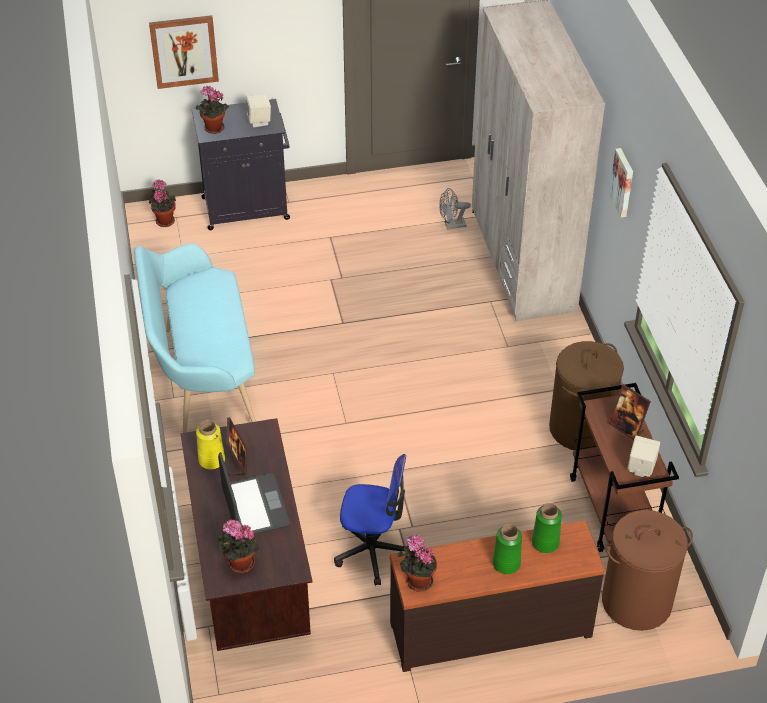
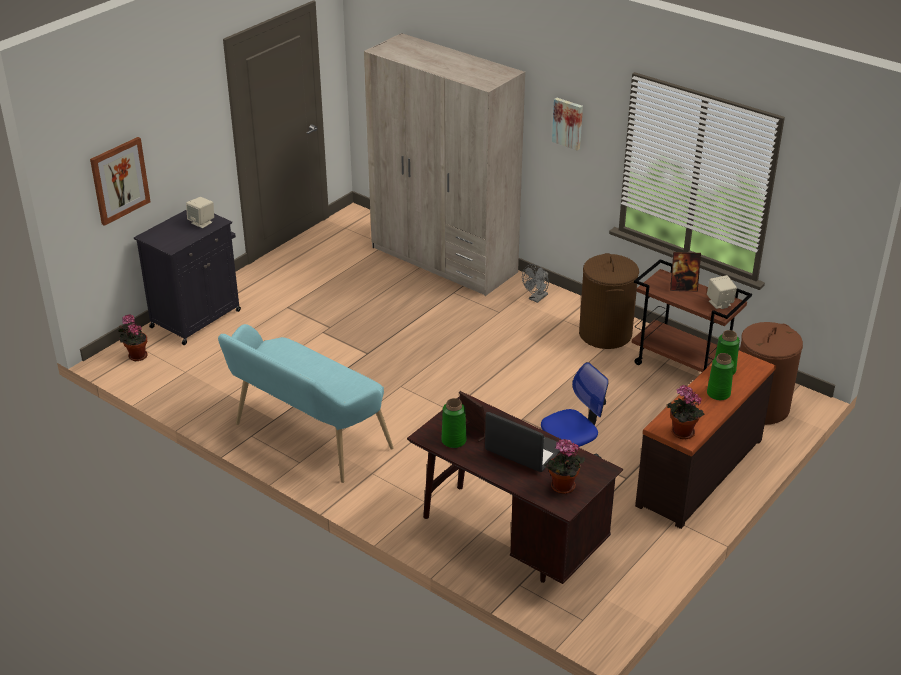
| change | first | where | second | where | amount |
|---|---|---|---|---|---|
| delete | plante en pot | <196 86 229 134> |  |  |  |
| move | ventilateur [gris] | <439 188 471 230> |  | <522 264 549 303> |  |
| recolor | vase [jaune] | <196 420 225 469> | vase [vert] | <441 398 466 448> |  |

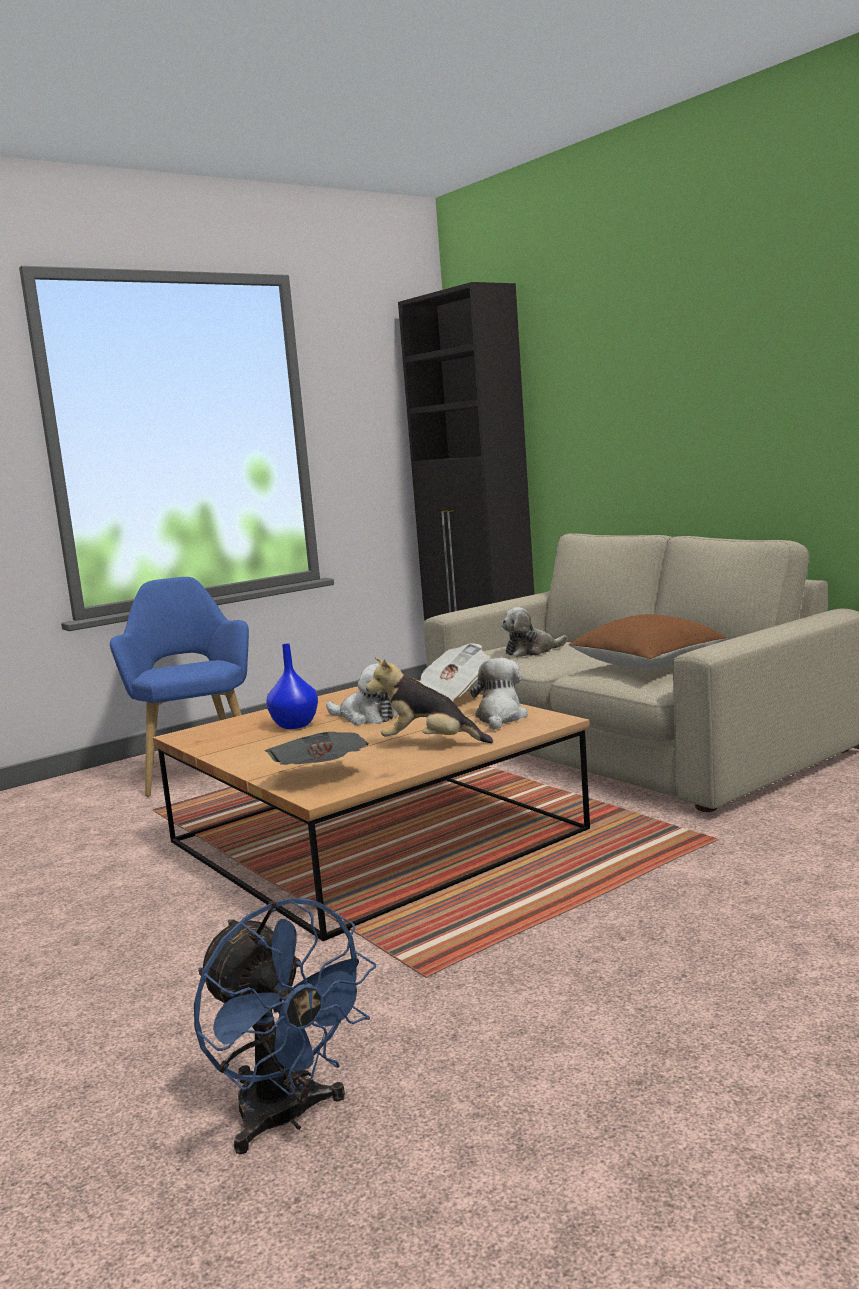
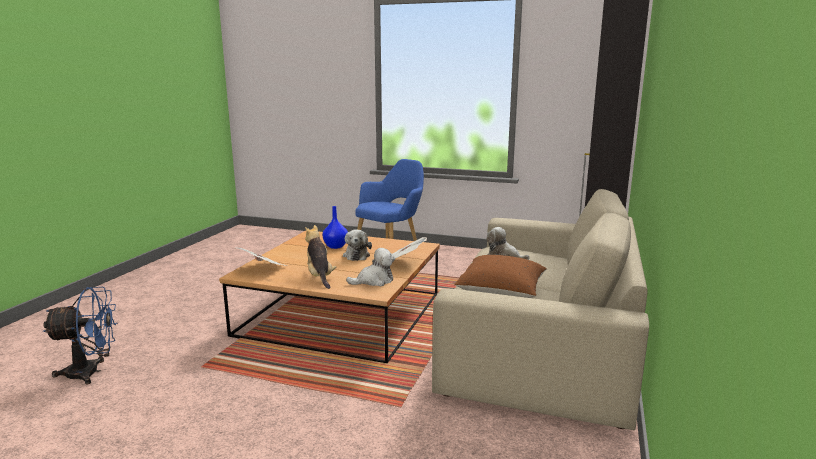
| change | first | where | second | where | amount |
|---|---|---|---|---|---|
| rotate | ventilateur [bleu] | <194 898 376 1154> |  | <43 287 117 385> | 120 degrees counterclockwise |

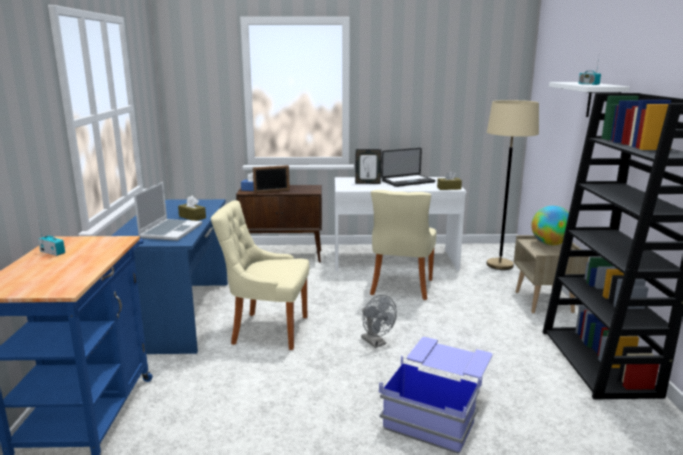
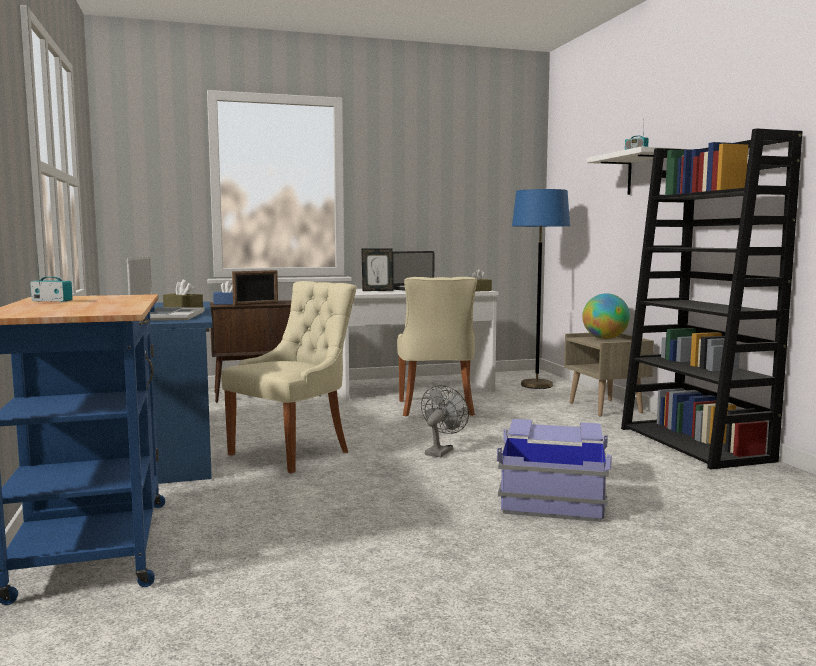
| change | first | where | second | where | amount |
|---|---|---|---|---|---|
| recolor | lampadaire [beige] | <486 100 539 270> | lampadaire [bleu] | <512 189 570 389> |  |
| rotate | chaise [beige] | <211 200 310 350> |  | <221 281 357 473> | 135 degrees clockwise |
| rotate | ventilateur [gris] | <361 295 397 348> |  | <421 385 469 457> | 105 degrees counterclockwise |

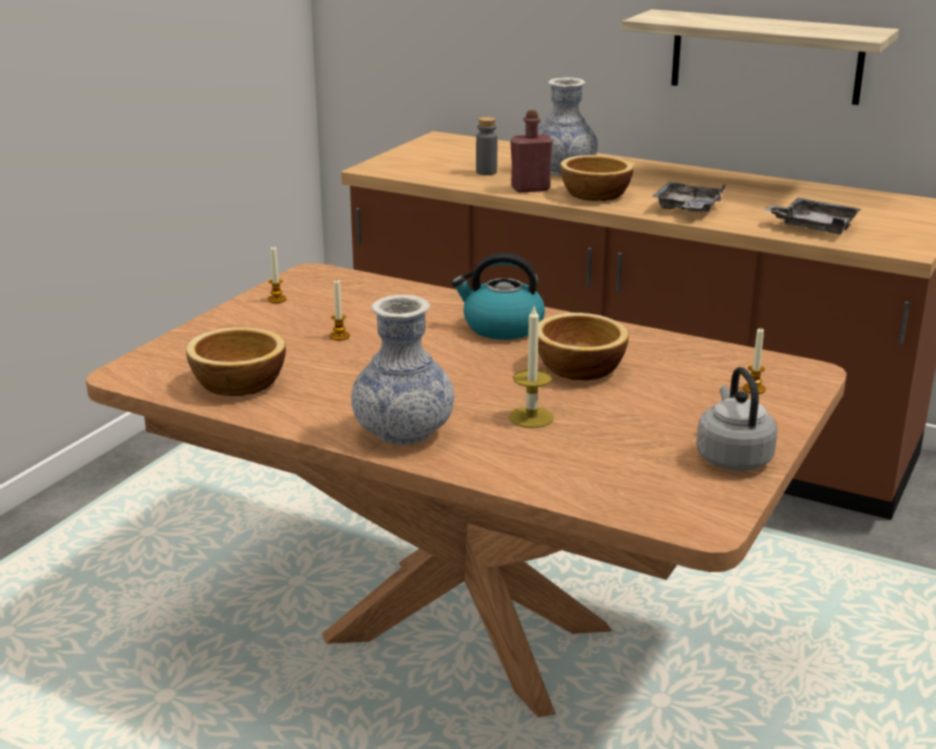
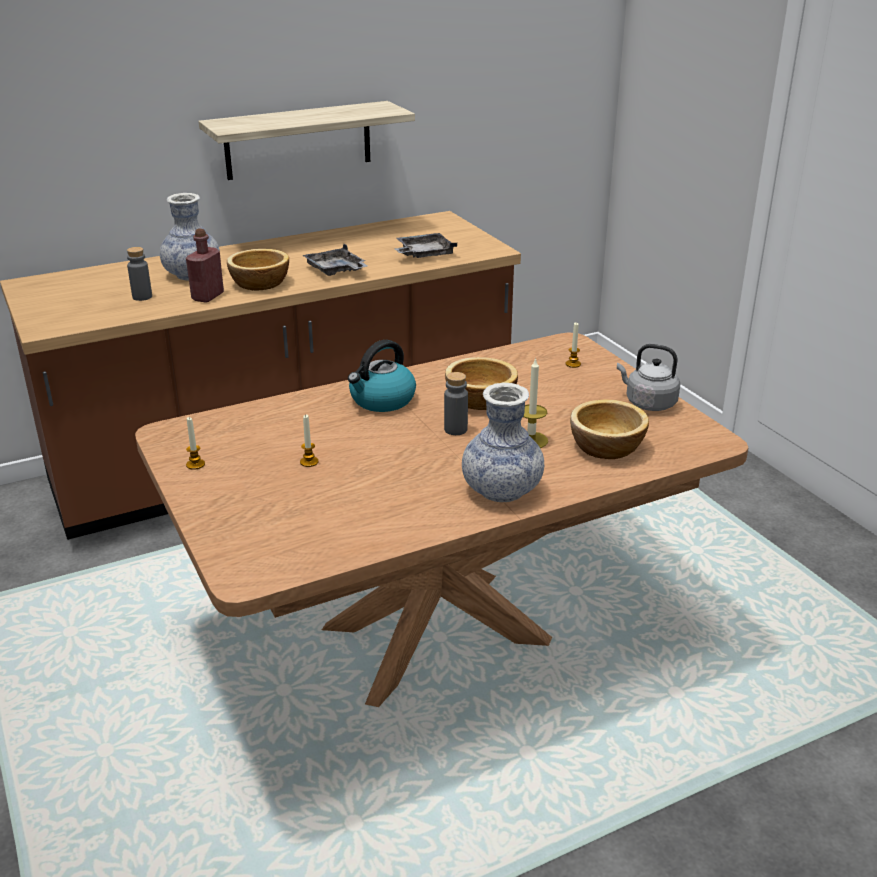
| change | first | where | second | where | amount |
|---|---|---|---|---|---|
| move | bol | <186 327 286 396> |  | <570 400 649 459> |  |
| insert |  |  | bouteille [gris] | <444 372 468 435> |  |

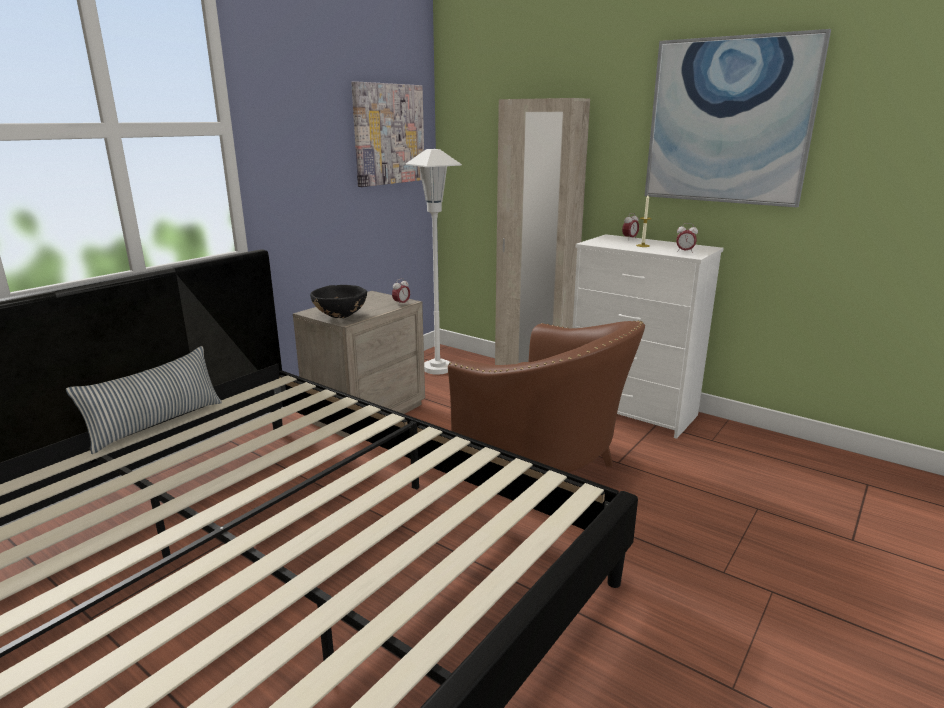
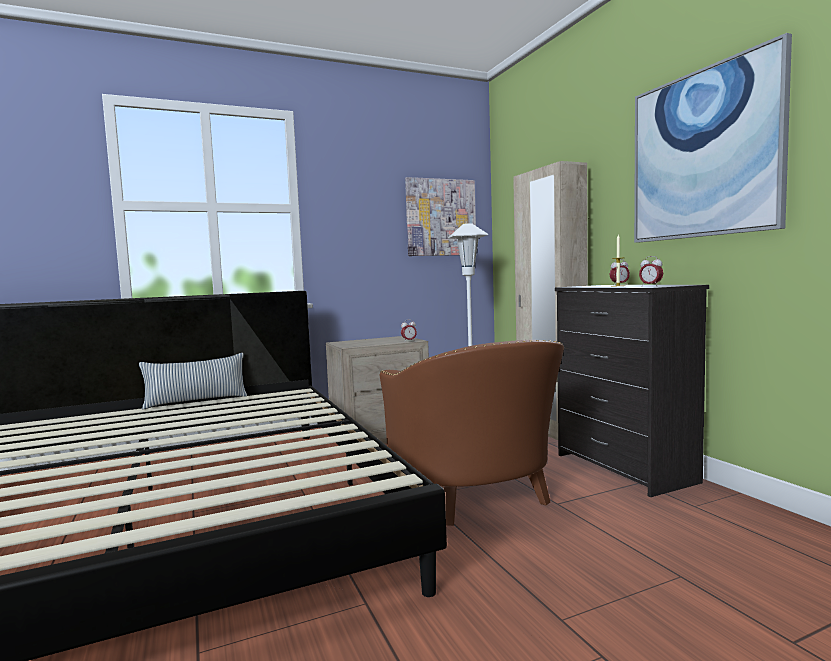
| change | first | where | second | where | amount |
|---|---|---|---|---|---|
| recolor | commode [blanc] | <573 234 724 439> | commode [noir] | <555 285 709 497> |  |
| delete | bol [noir] | <310 285 367 318> |  |  |  |

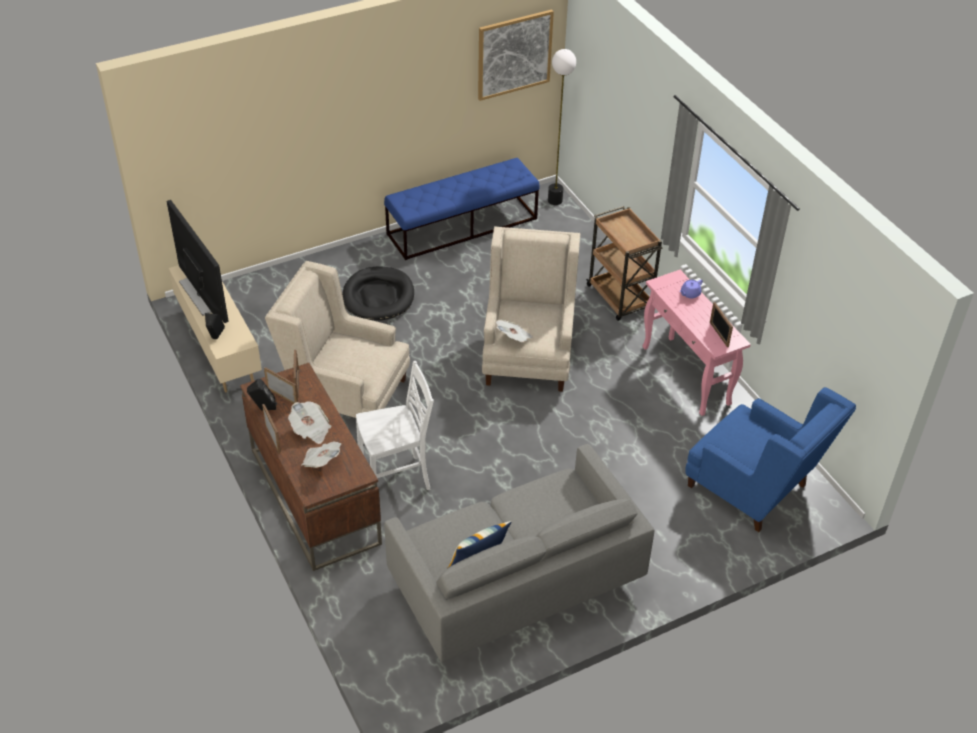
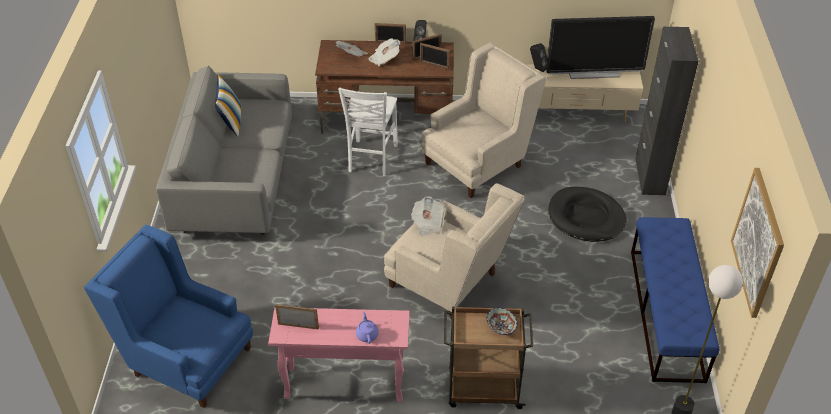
| change | first | where | second | where | amount |
|---|---|---|---|---|---|
| rotate | fauteuil [bleu] | <685 387 856 532> |  | <84 224 253 408> | 45 degrees clockwise |
| insert |  |  | meuble de rangement [noir] | <635 27 699 195> |  |
| insert |  |  | bol | <487 308 518 335> |  |

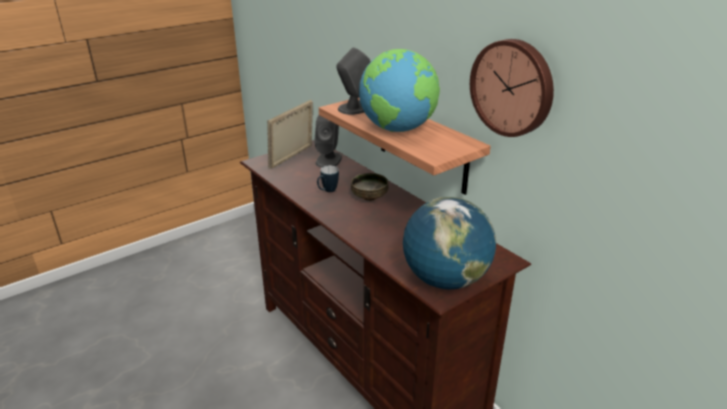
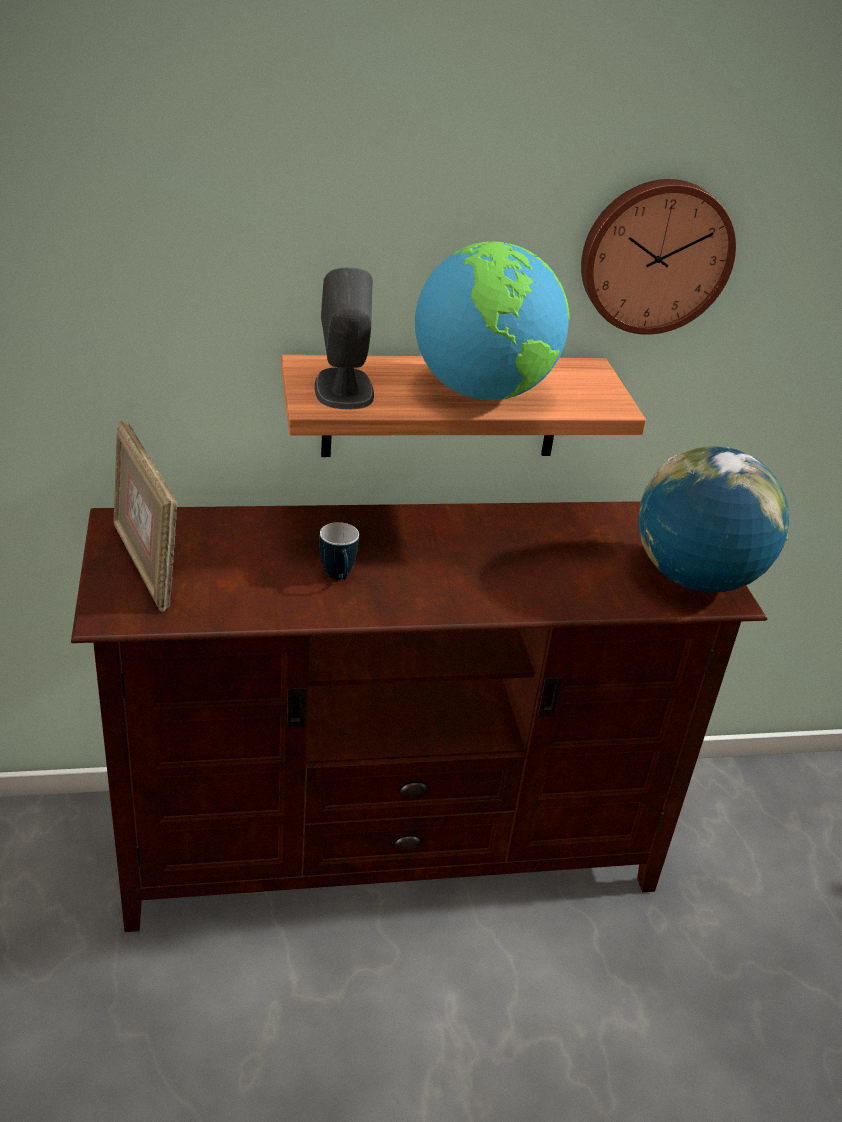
| change | first | where | second | where | amount |
|---|---|---|---|---|---|
| delete | enceinte [gris] | <314 114 342 168> |  |  |  |
| delete | bol | <351 173 389 201> |  |  |  |

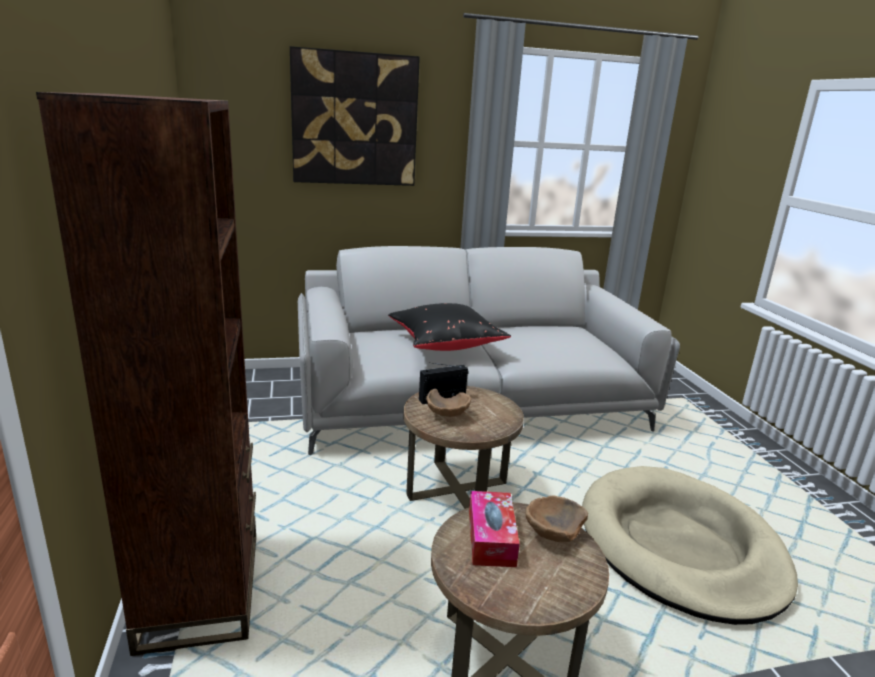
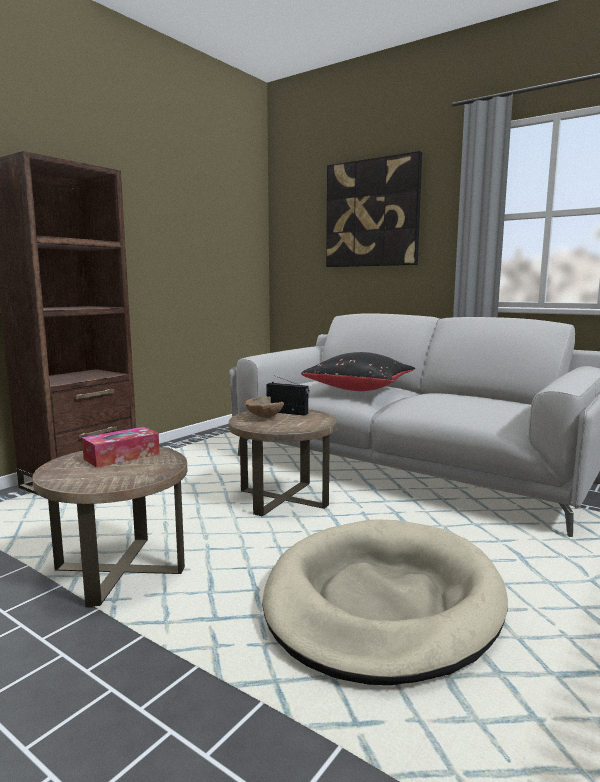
| change | first | where | second | where | amount |
|---|---|---|---|---|---|
| delete | bol [marron] | <526 496 588 542> |  |  |  |

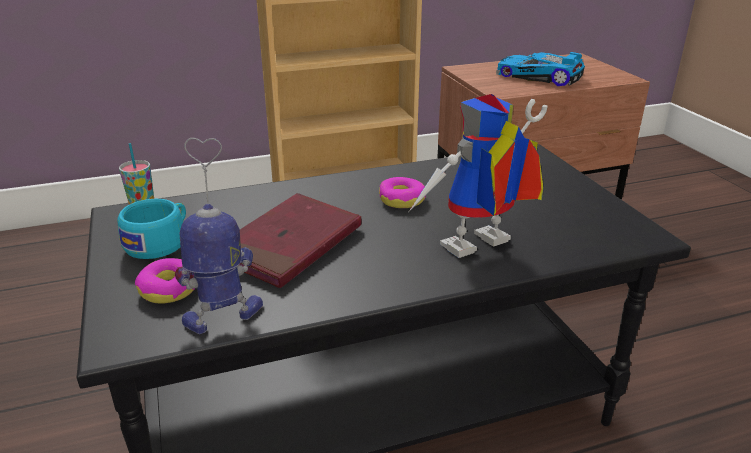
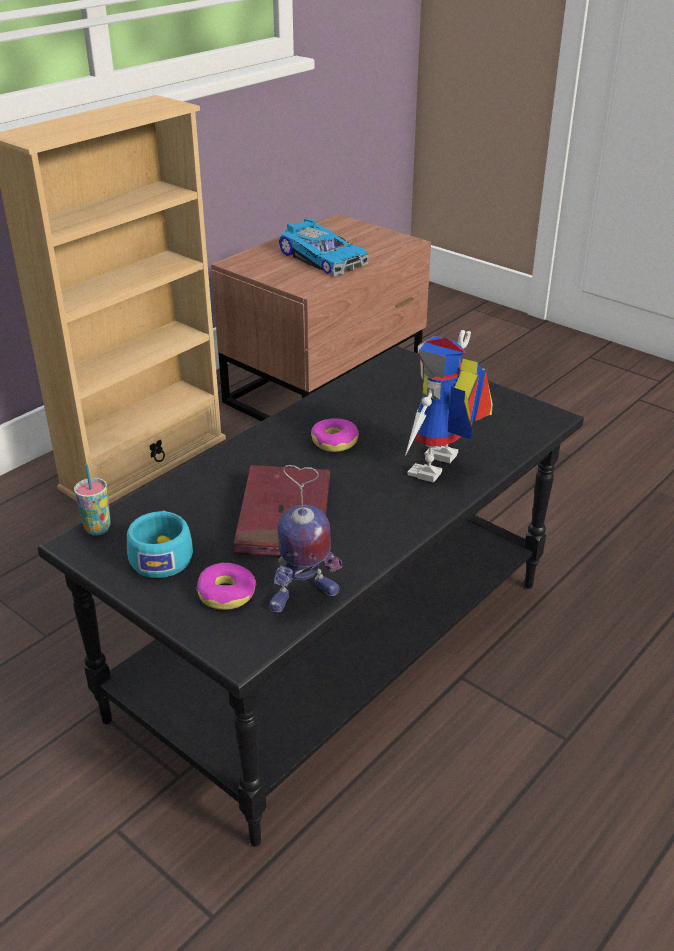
| change | first | where | second | where | amount |
|---|---|---|---|---|---|
| rotate | petite voiture | <496 52 585 86> |  | <279 218 369 276> | 135 degrees counterclockwise |
| rotate | robot jouet | <175 138 263 334> |  | <269 465 342 612> | 150 degrees counterclockwise |

